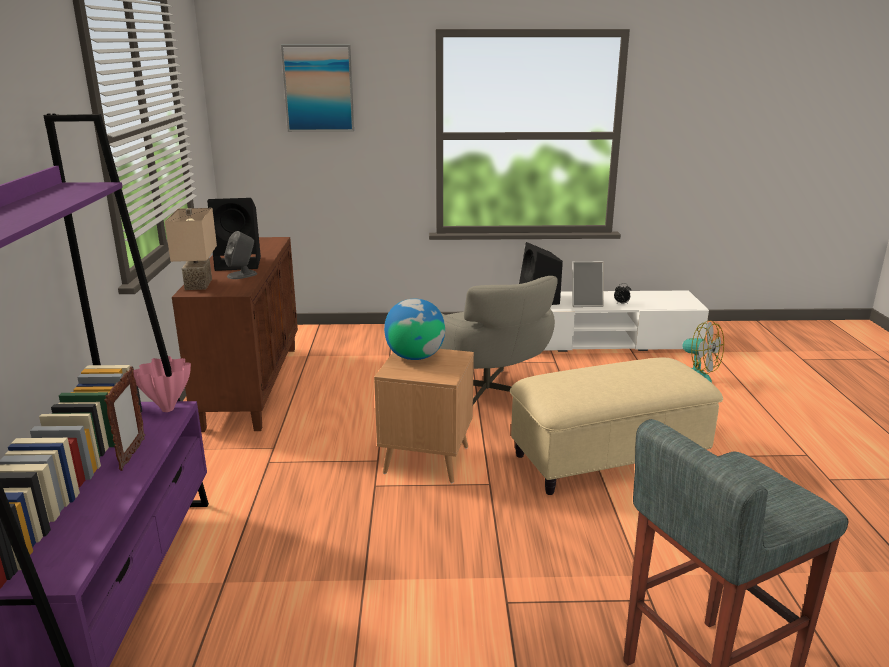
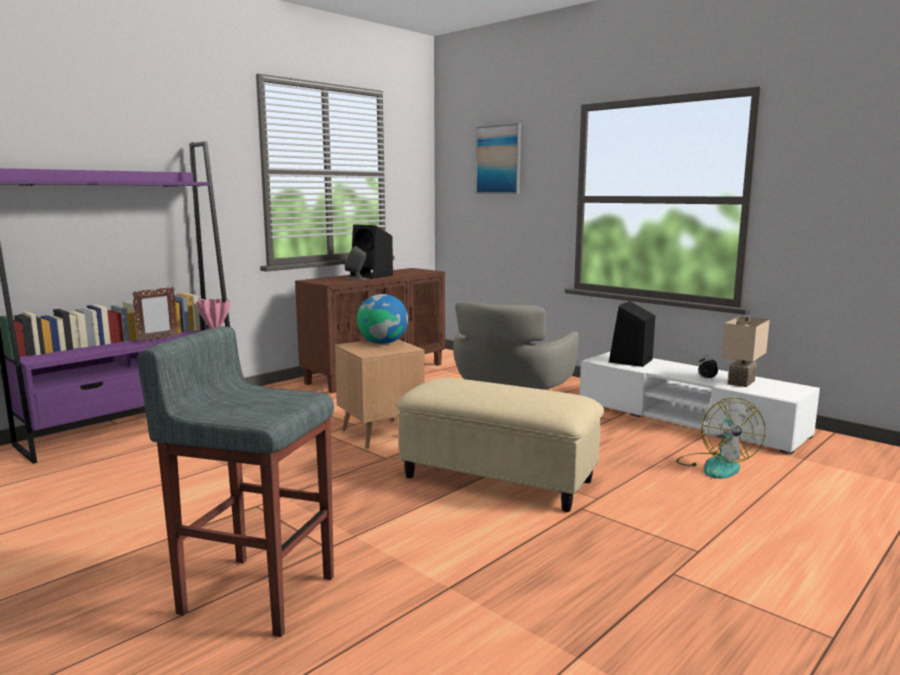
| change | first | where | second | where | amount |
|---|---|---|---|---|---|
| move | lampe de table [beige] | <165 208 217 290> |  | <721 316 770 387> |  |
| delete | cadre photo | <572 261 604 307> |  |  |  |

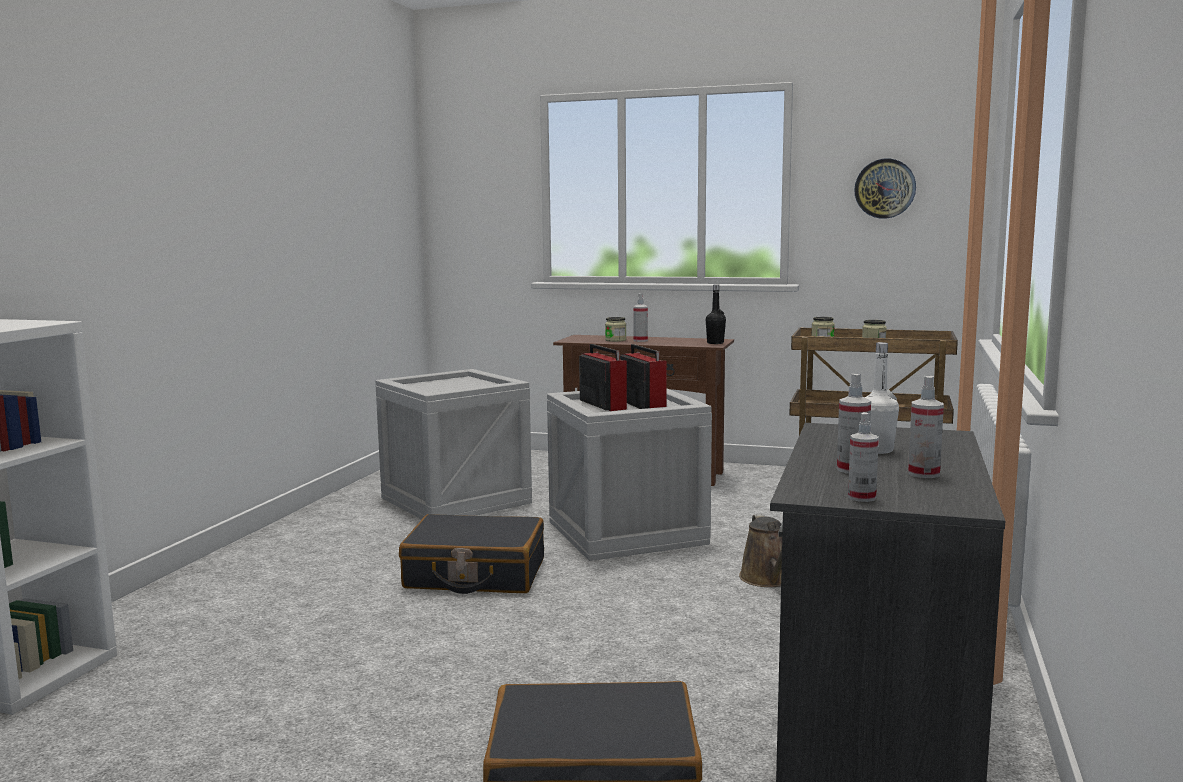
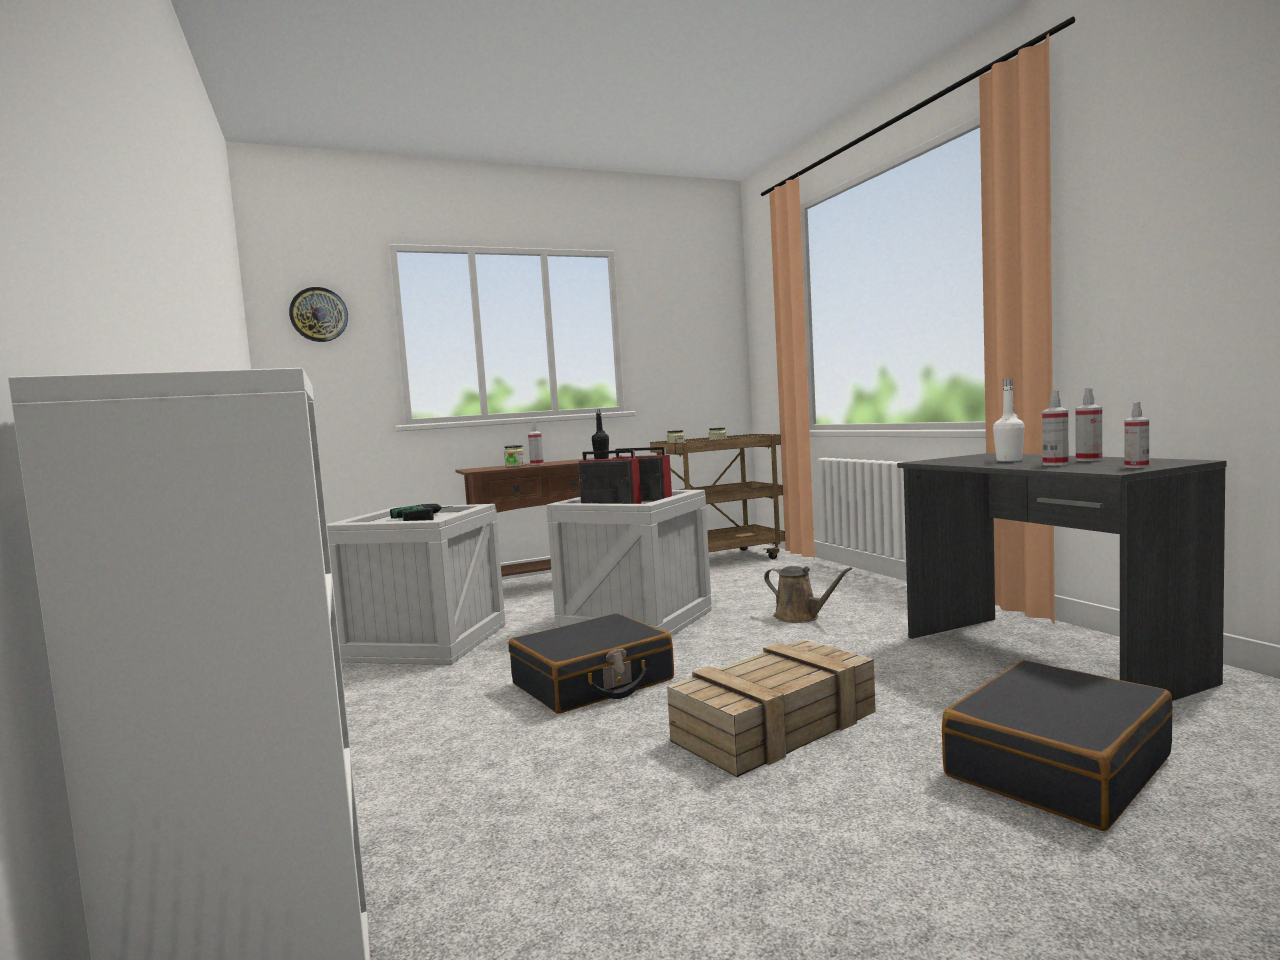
| change | first | where | second | where | amount |
|---|---|---|---|---|---|
| move | horloge murale | <854 158 916 219> |  | <289 287 348 342> |  |
| insert |  |  | perceuse | <390 504 453 521> |  |
| insert |  |  | caisse | <667 639 876 777> |  |

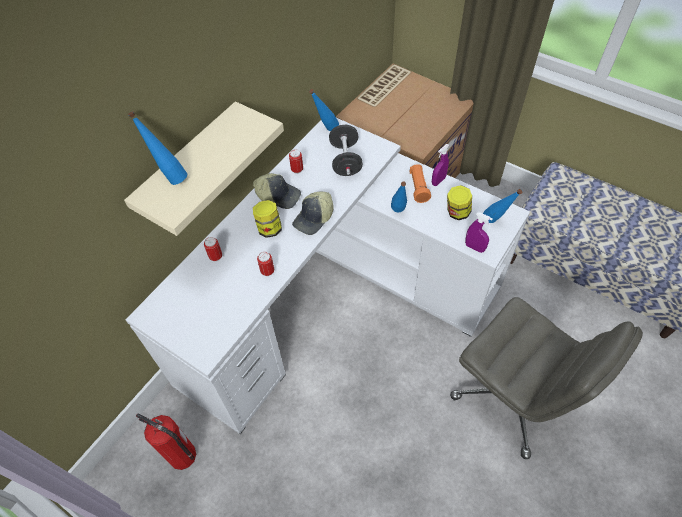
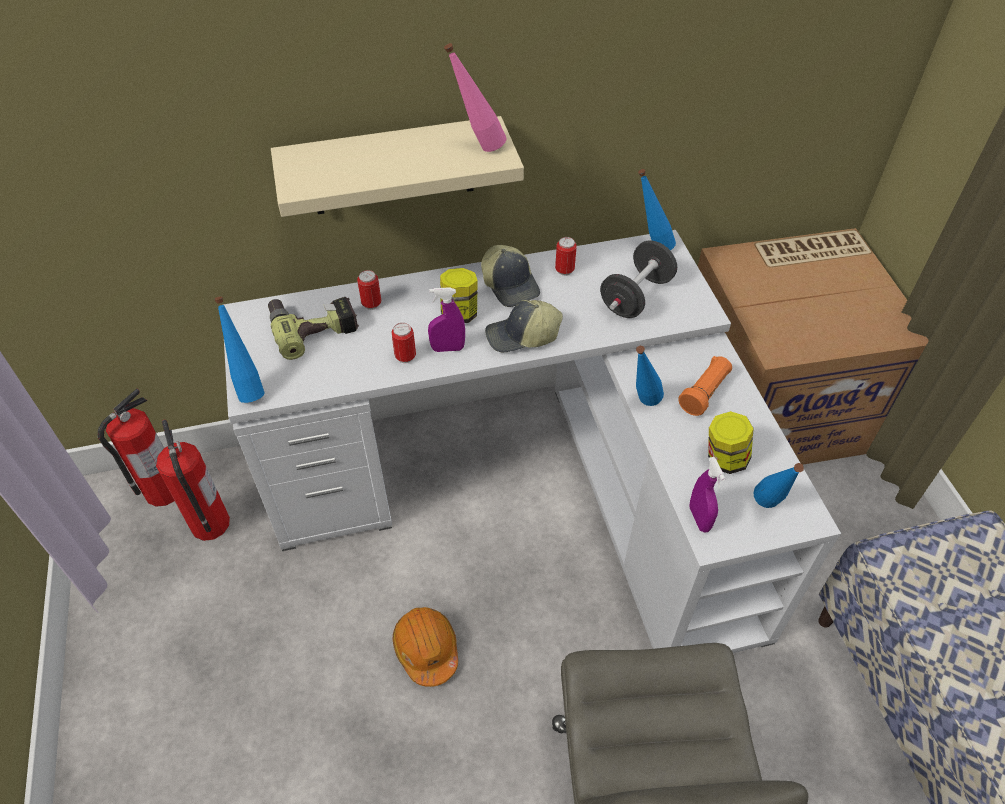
| change | first | where | second | where | amount |
|---|---|---|---|---|---|
| move | bouteille [bleu] | <128 111 187 185> |  | <214 297 264 403> |  |
| move | vaporisateur [violet] | <432 144 449 186> |  | <428 287 465 352> |  |
| insert |  |  | bouteille [rose] | <444 43 507 152> |  |
| insert |  |  | perceuse | <268 297 359 360> |  |
| insert |  |  | extincteur | <97 388 174 507> |  |
| insert |  |  | casque de chantier [orange] | <393 607 458 687> |  |

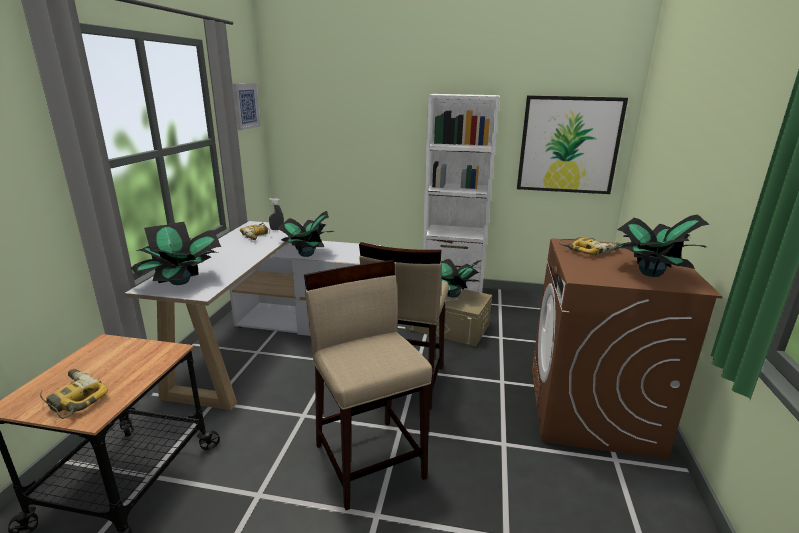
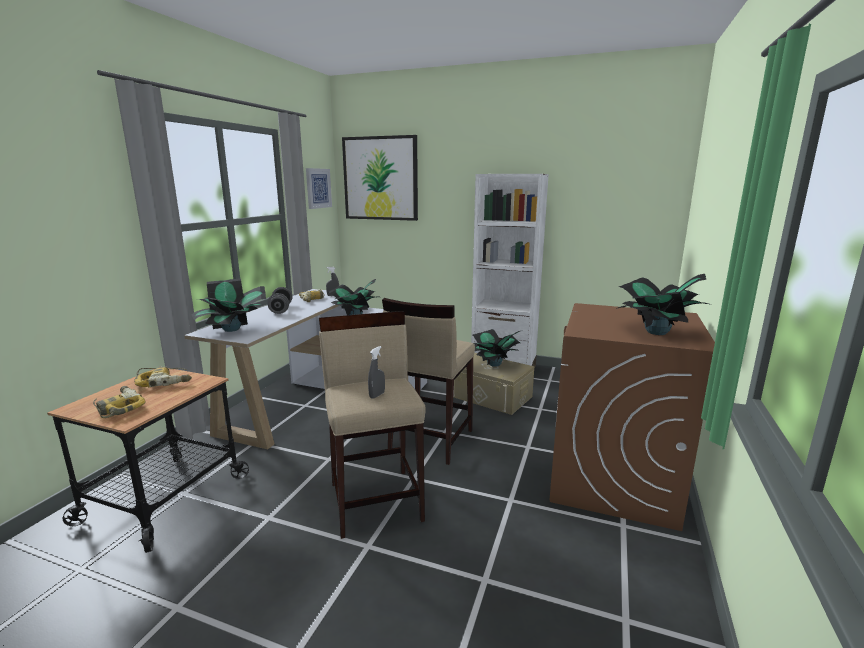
| change | first | where | second | where | amount |
|---|---|---|---|---|---|
| move | tableau | <517 95 628 194> |  | <342 135 418 221> |  |
| move | perceuse | <559 237 620 255> |  | <134 366 192 387> |  |
| insert |  |  | haltère [gris] | <267 287 292 314> |  |
| insert |  |  | vaporisateur [gris] | <368 346 385 399> |  |

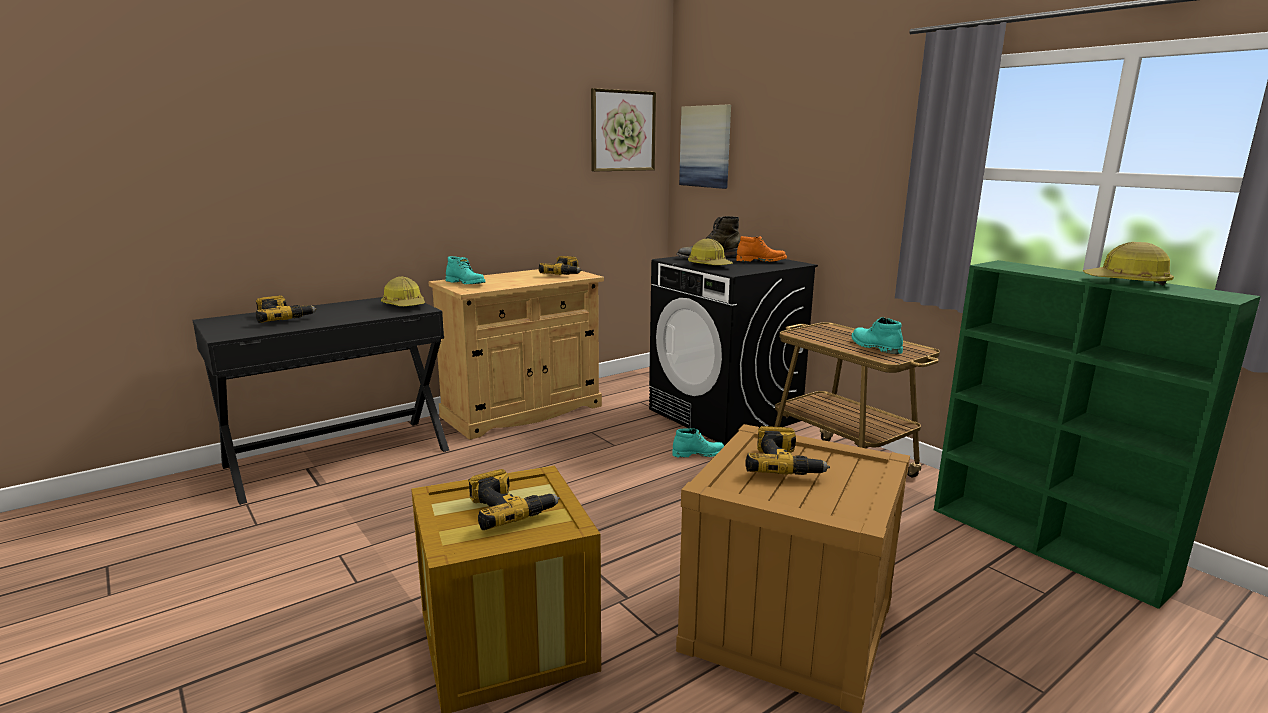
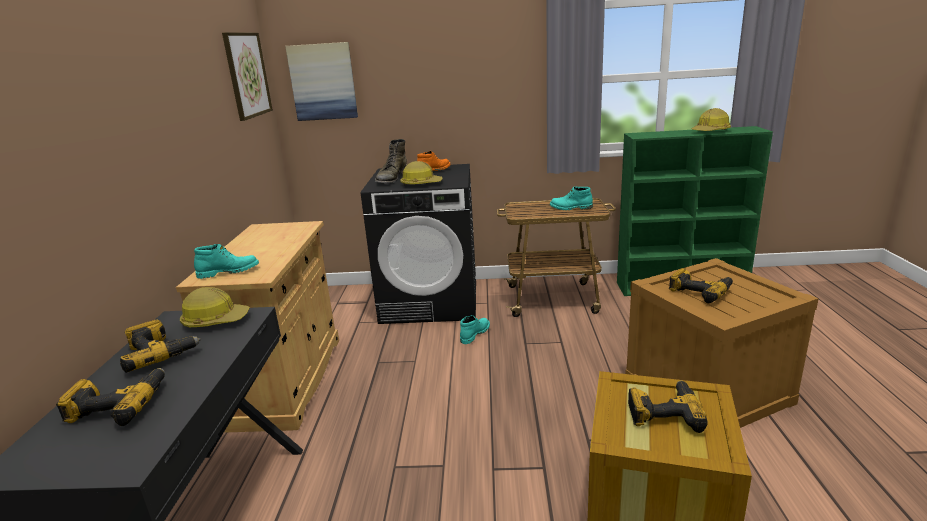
| change | first | where | second | where | amount |
|---|---|---|---|---|---|
| move | perceuse | <539 256 582 275> |  | <120 319 201 373> |  |

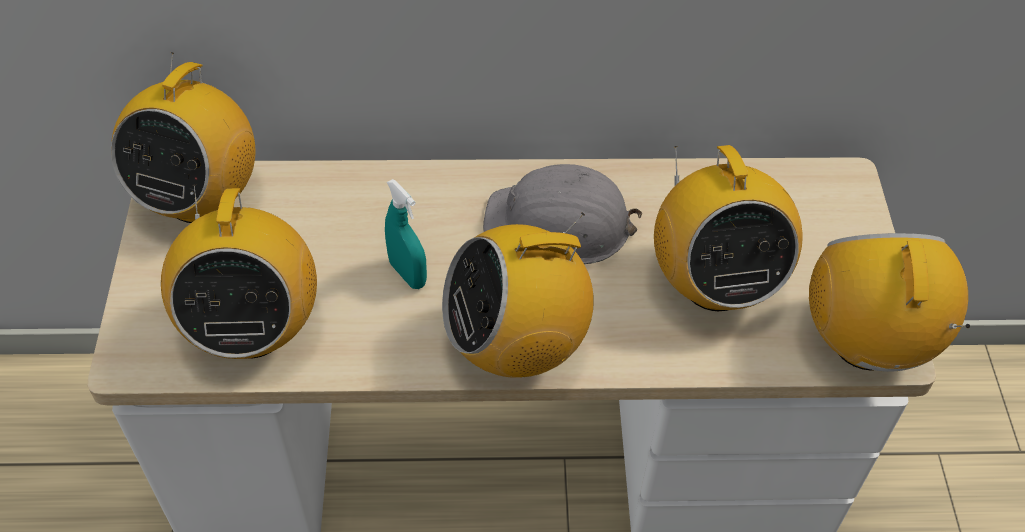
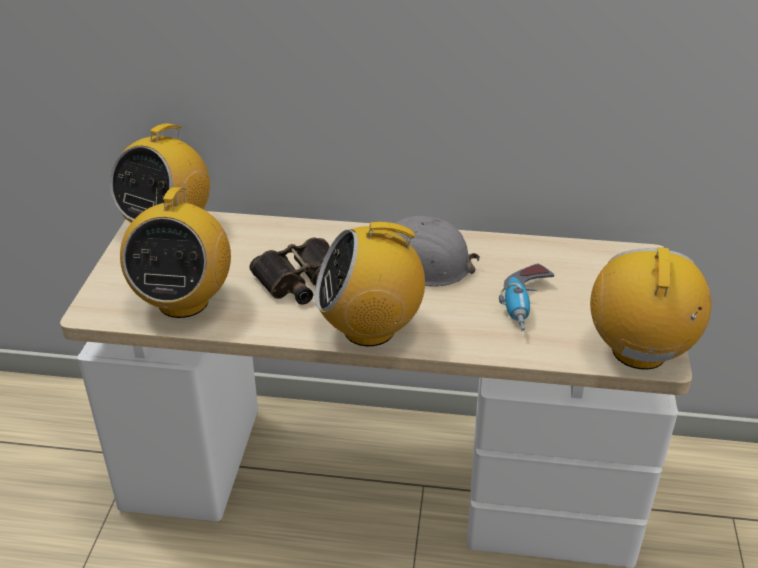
| change | first | where | second | where | amount |
|---|---|---|---|---|---|
| replace | radio | <654 145 802 311> | perceuse | <499 264 554 331> |  |
| replace | vaporisateur [turquoise] | <385 179 427 289> | jumelles | <250 238 330 305> |  |

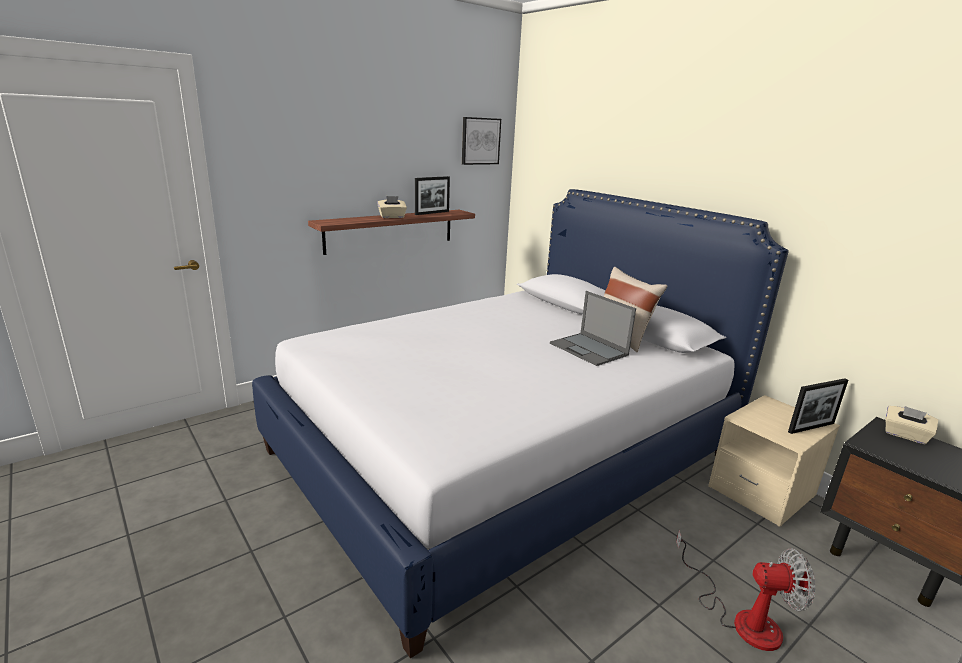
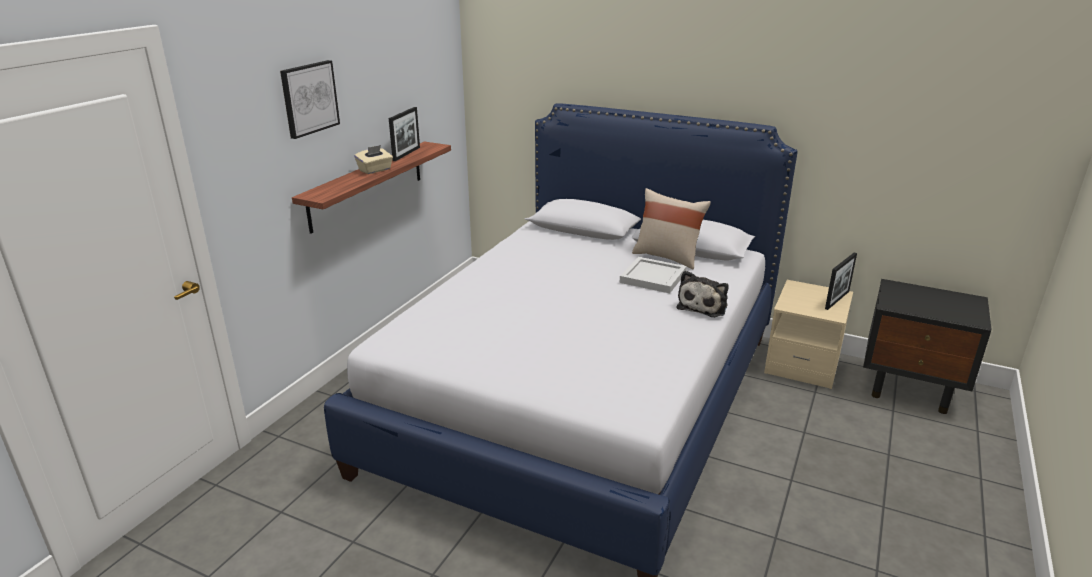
| change | first | where | second | where | amount |
|---|---|---|---|---|---|
| move | tableau | <462 117 501 165> |  | <280 60 340 139> |  |
| replace | ordinateur portable | <550 291 636 366> | plateau [blanc] | <619 257 687 293> |  |
| delete | boîte à mouchoirs [beige] | <885 406 938 444> |  |  |  |
| delete | ventilateur | <676 530 815 651> |  |  |  |
| insert |  |  | peluche | <677 271 729 317> |  |

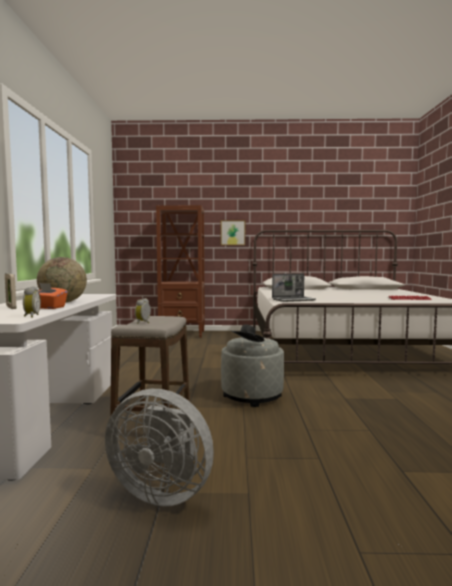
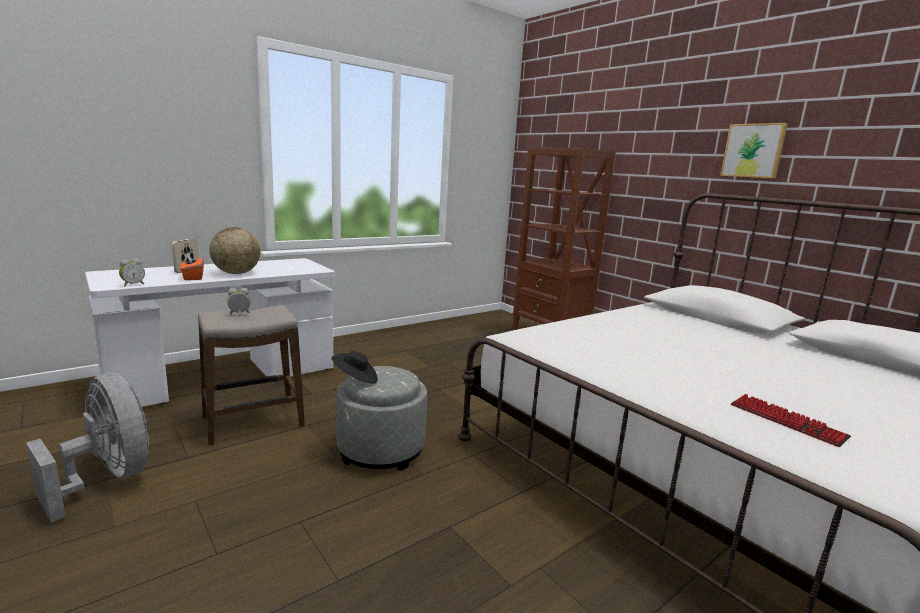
| change | first | where | second | where | amount |
|---|---|---|---|---|---|
| move | tableau | <221 220 245 245> |  | <720 123 788 179> |  |
| delete | ordinateur portable | <272 273 316 302> |  |  |  |
| rotate | ventilateur [gris] | <105 389 214 507> |  | <26 373 149 522> | 150 degrees clockwise |

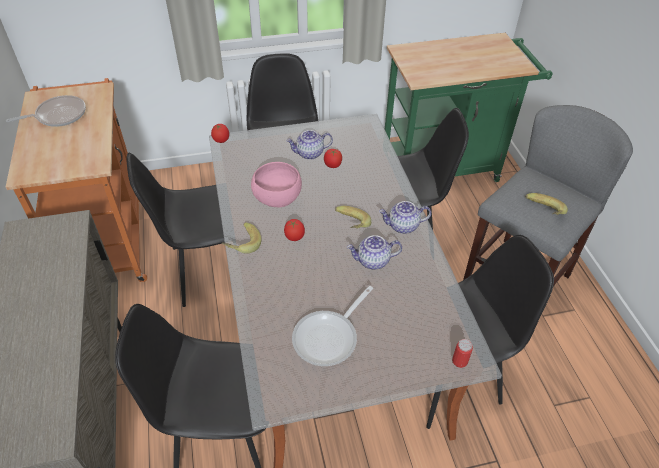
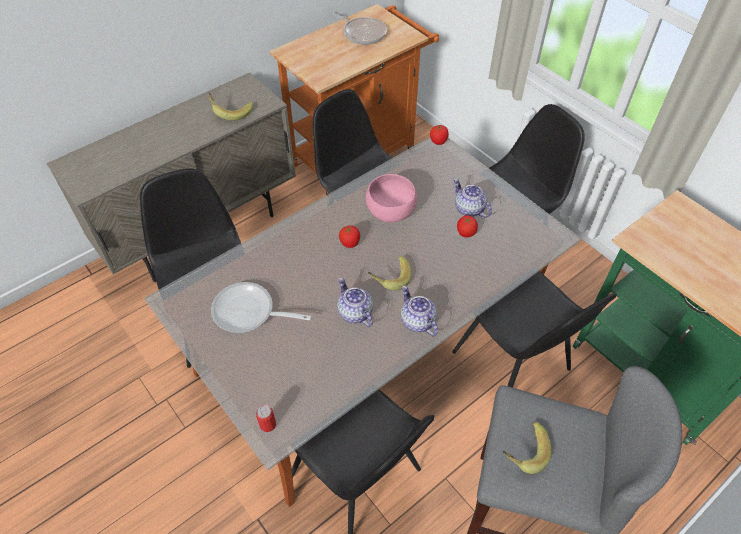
| change | first | where | second | where | amount |
|---|---|---|---|---|---|
| move | banane | <221 223 261 254> |  | <208 93 253 121> |  |

